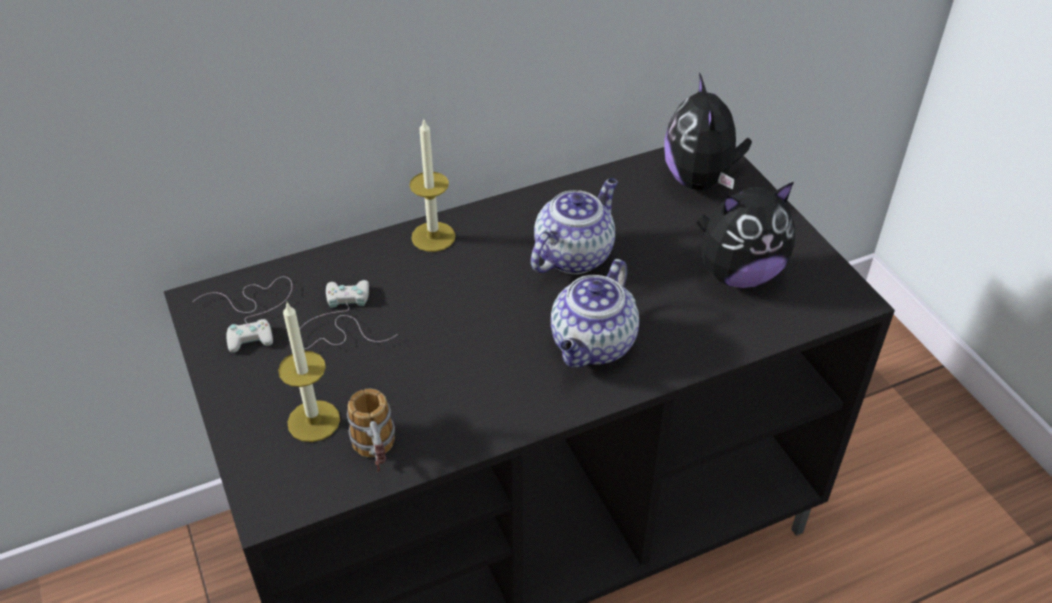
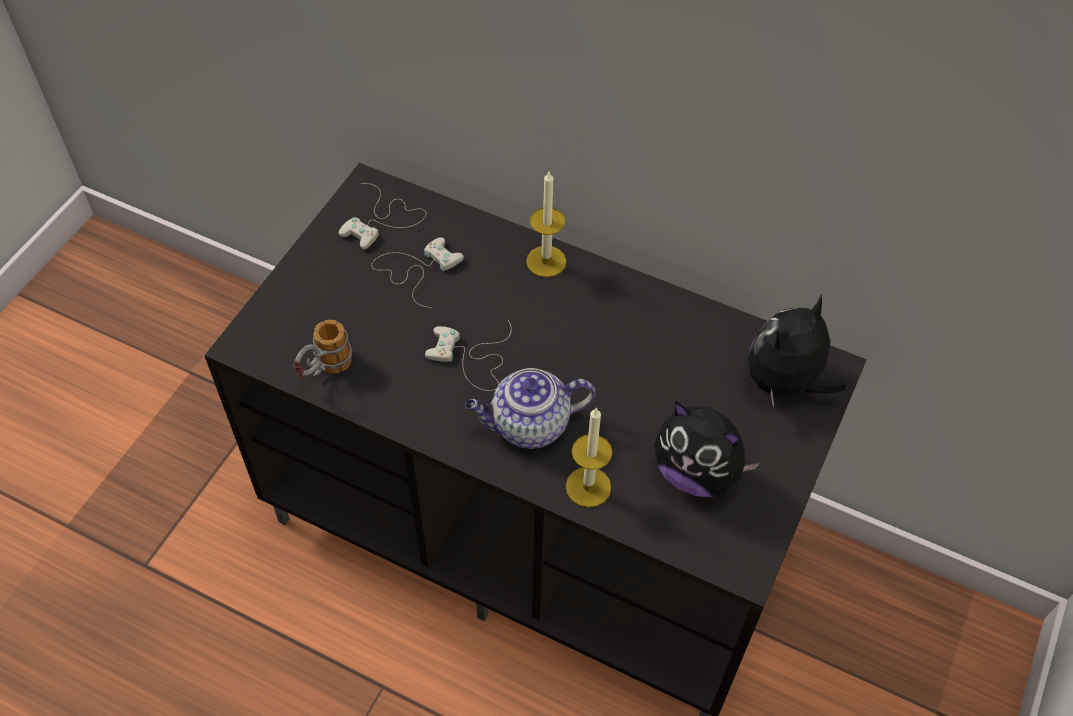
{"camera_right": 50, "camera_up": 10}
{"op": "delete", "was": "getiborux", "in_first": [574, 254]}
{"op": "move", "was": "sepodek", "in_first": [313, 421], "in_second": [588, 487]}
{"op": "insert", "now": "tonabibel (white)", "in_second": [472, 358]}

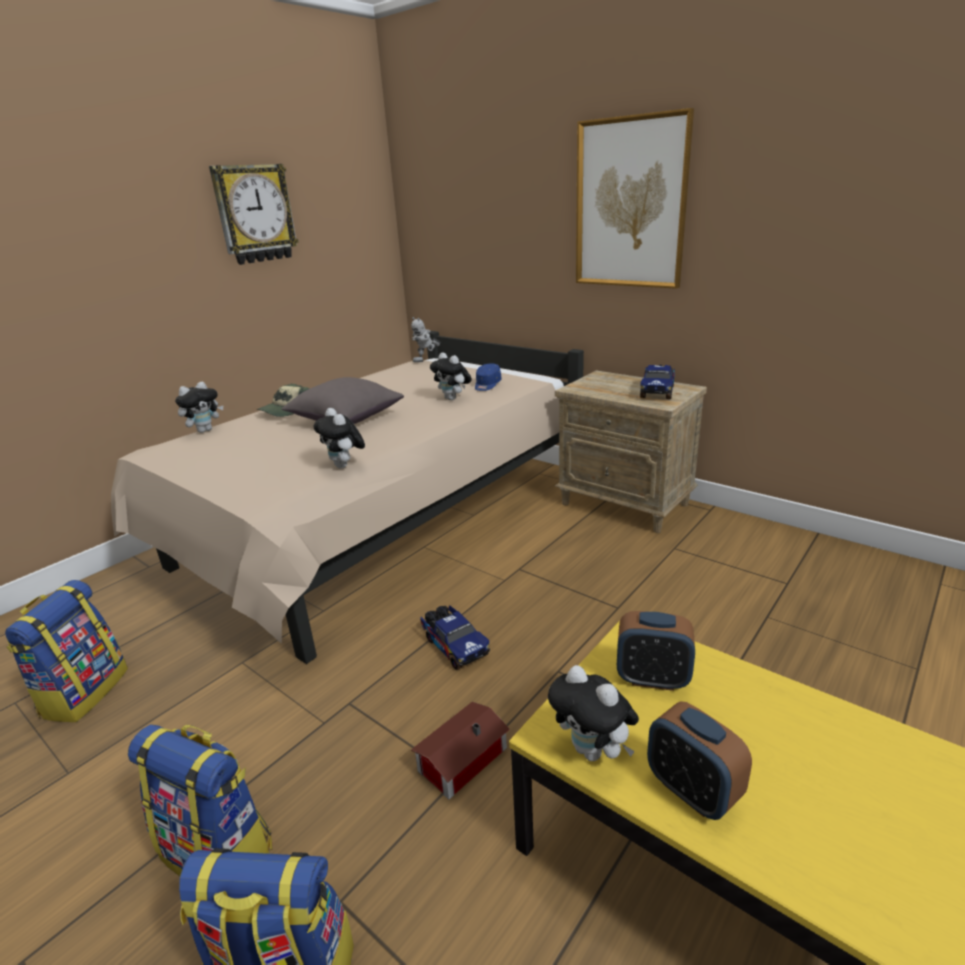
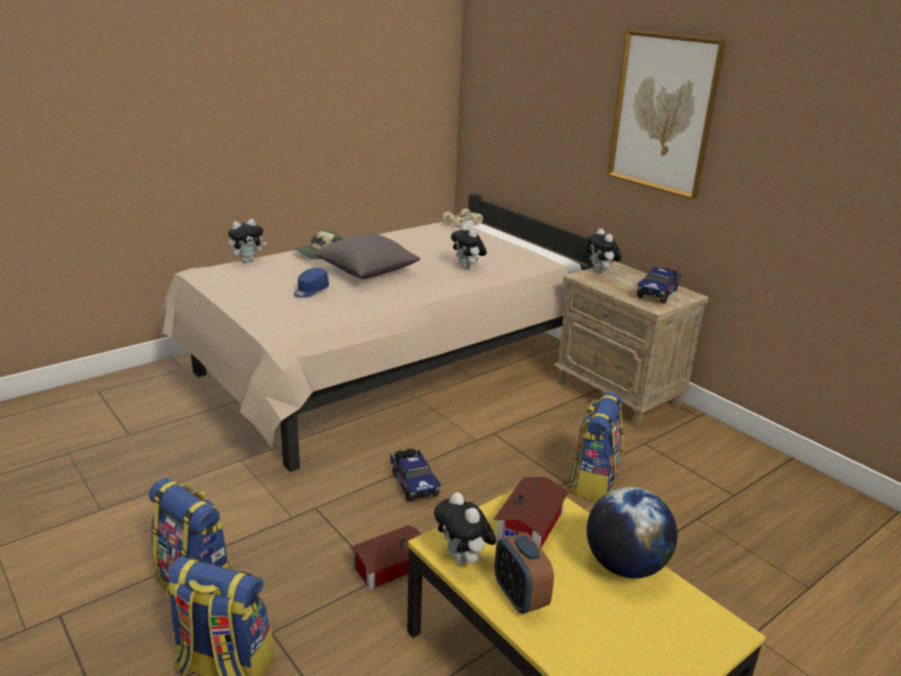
{"camera_right": 10, "camera_up": 0}
{"op": "delete", "was": "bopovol", "in_first": [255, 214]}
{"op": "replace", "was": "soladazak", "now": "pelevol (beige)", "in_first": [426, 361], "in_second": [461, 223]}
{"op": "move", "was": "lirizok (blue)", "in_first": [487, 385], "in_second": [310, 291]}
{"op": "move", "was": "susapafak", "in_first": [345, 466], "in_second": [601, 272]}
{"op": "move", "was": "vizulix", "in_first": [84, 692], "in_second": [593, 482]}
{"op": "replace", "was": "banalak", "now": "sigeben", "in_first": [652, 678], "in_second": [533, 525]}
{"op": "insert", "now": "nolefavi", "in_second": [625, 566]}

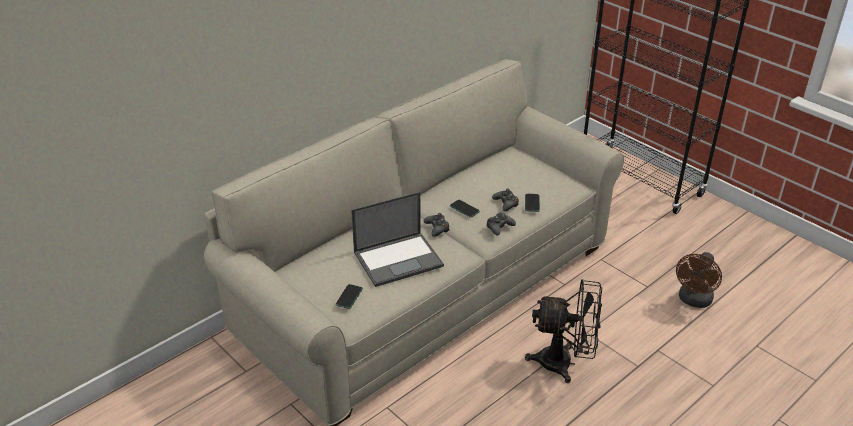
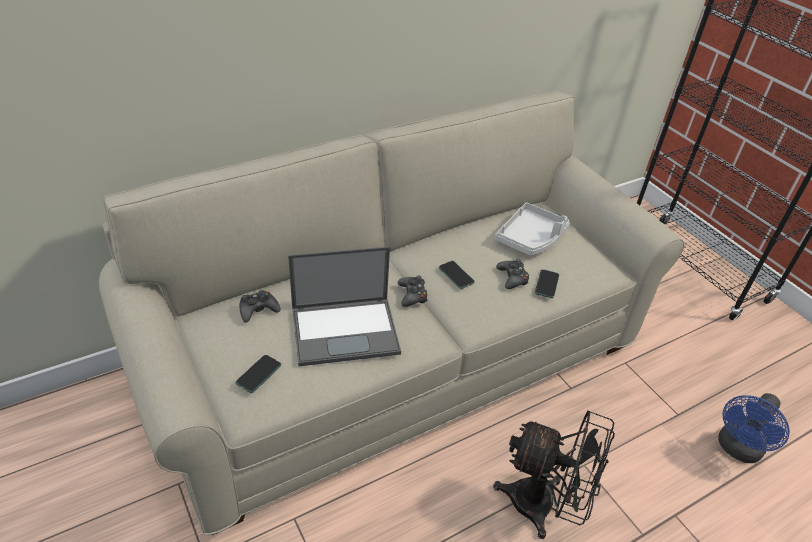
{"camera_right": 10, "camera_up": 5}
{"op": "move", "was": "tonabibel (black)", "in_first": [499, 227], "in_second": [258, 310]}
{"op": "recolor", "was": "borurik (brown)", "now": "borurik (blue)", "in_first": [693, 301], "in_second": [737, 449]}
{"op": "insert", "now": "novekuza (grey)", "in_second": [531, 238]}

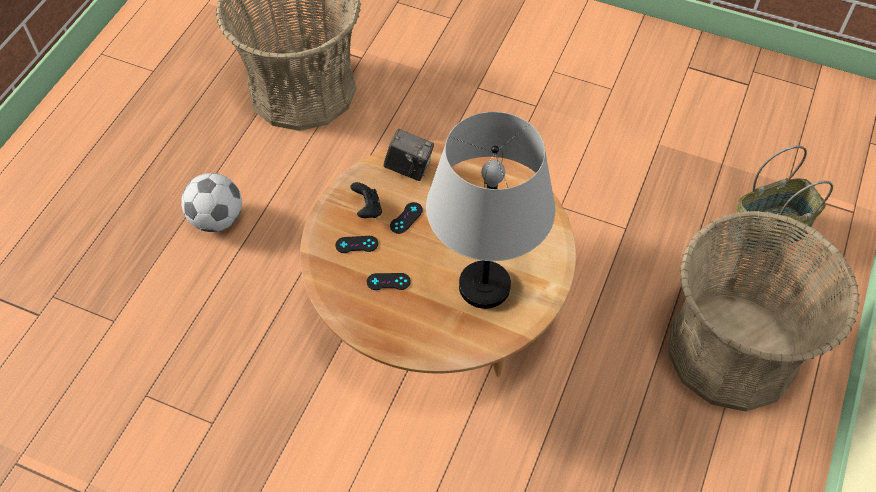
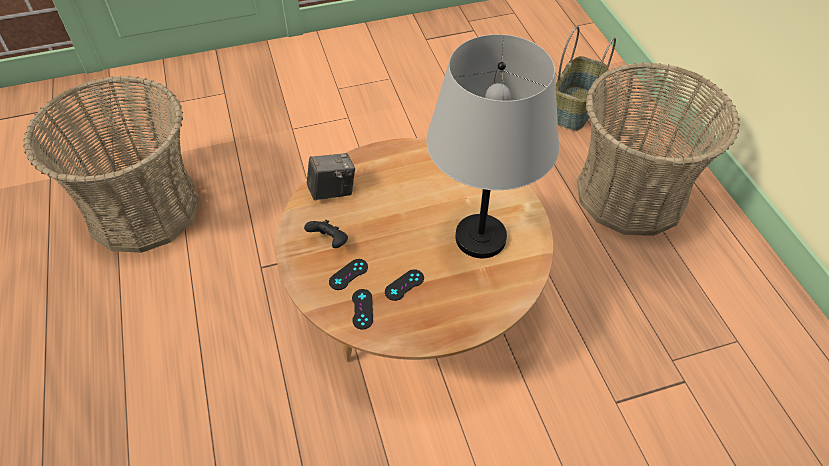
{"camera_right": -40, "camera_up": -5}
{"op": "delete", "was": "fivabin", "in_first": [217, 219]}
{"op": "move", "was": "tonabibel (black)", "in_first": [406, 218], "in_second": [362, 309]}

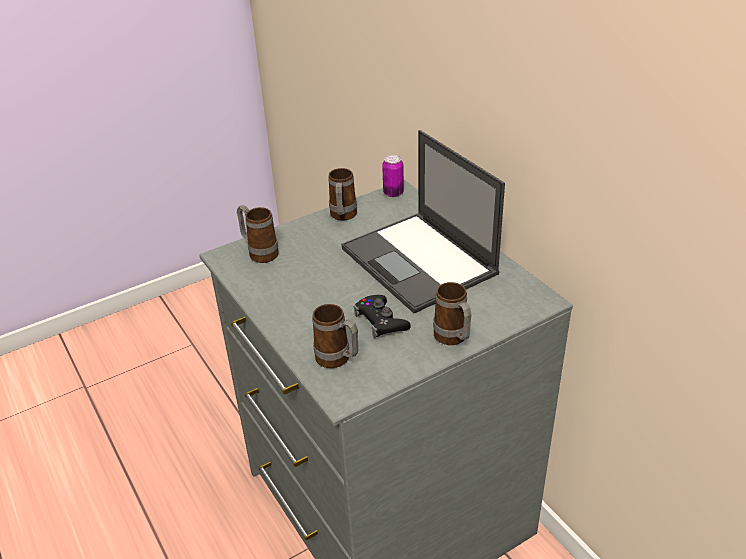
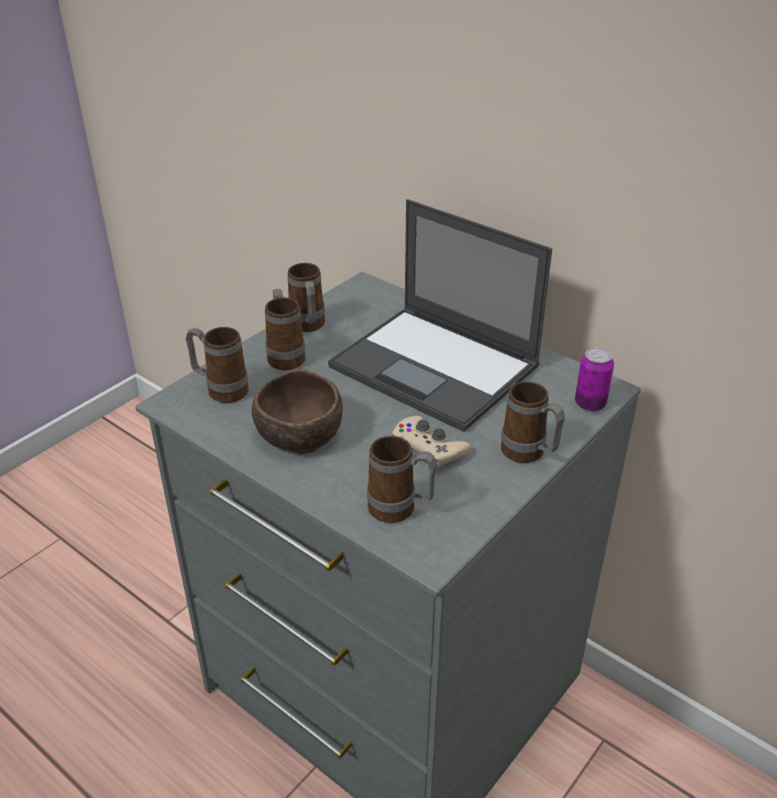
{"camera_right": -20, "camera_up": 0}
{"op": "move", "was": "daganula", "in_first": [393, 193], "in_second": [590, 404]}
{"op": "recolor", "was": "tonabibel (black)", "now": "tonabibel (beige)", "in_first": [381, 321], "in_second": [428, 449]}
{"op": "insert", "now": "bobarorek", "in_second": [285, 355]}
{"op": "insert", "now": "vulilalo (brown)", "in_second": [300, 435]}

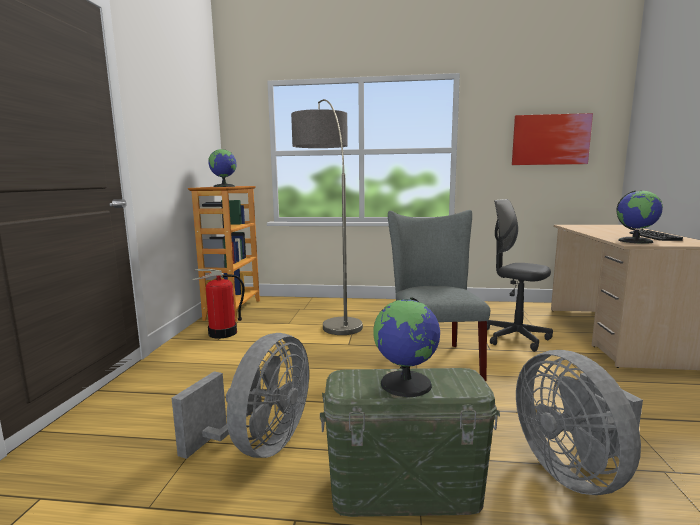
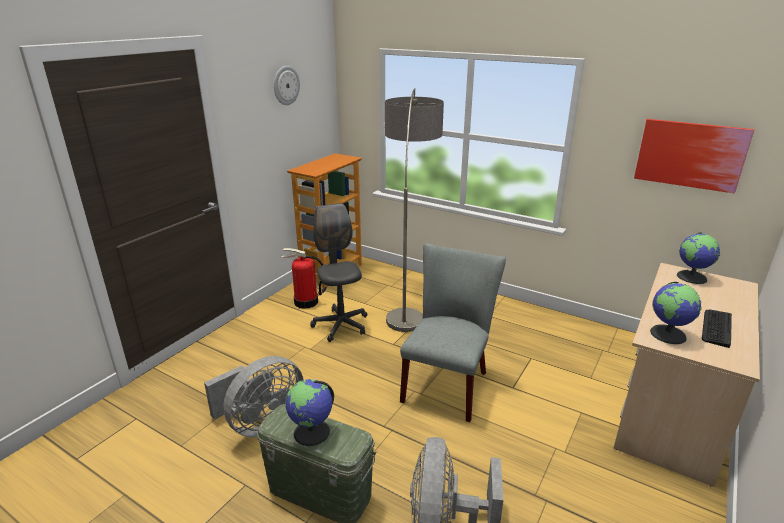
{"camera_right": 25, "camera_up": 15}
{"op": "move", "was": "nolefavi", "in_first": [224, 186], "in_second": [692, 277]}
{"op": "move", "was": "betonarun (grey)", "in_first": [515, 338], "in_second": [341, 325]}
{"op": "insert", "now": "bopovol", "in_second": [286, 85]}

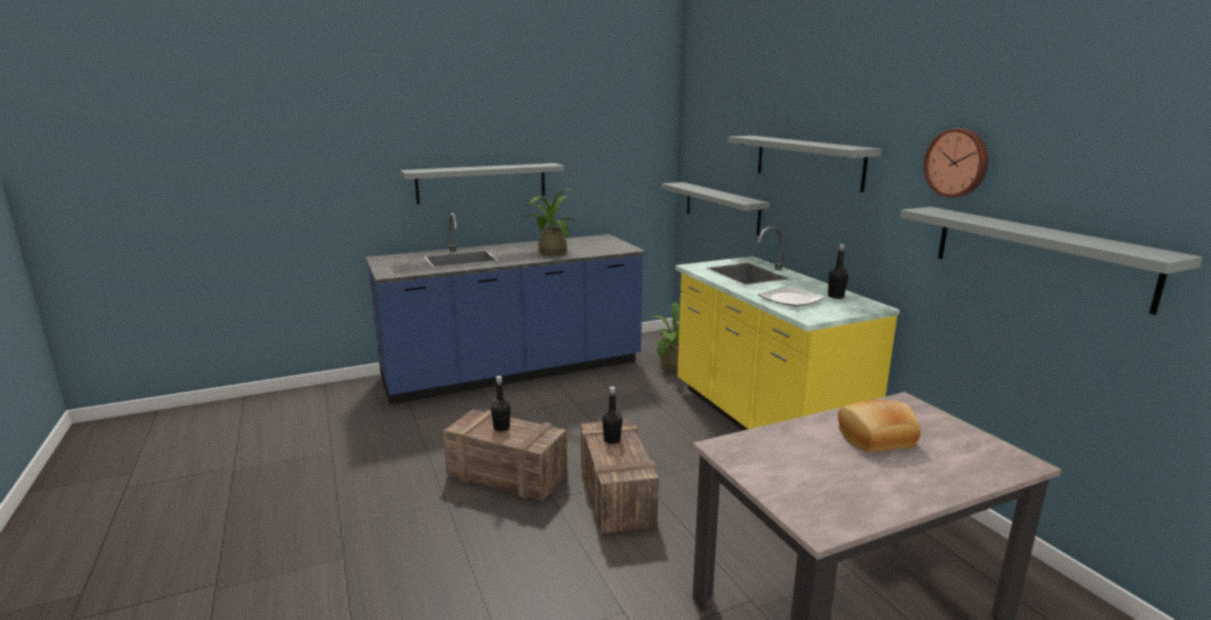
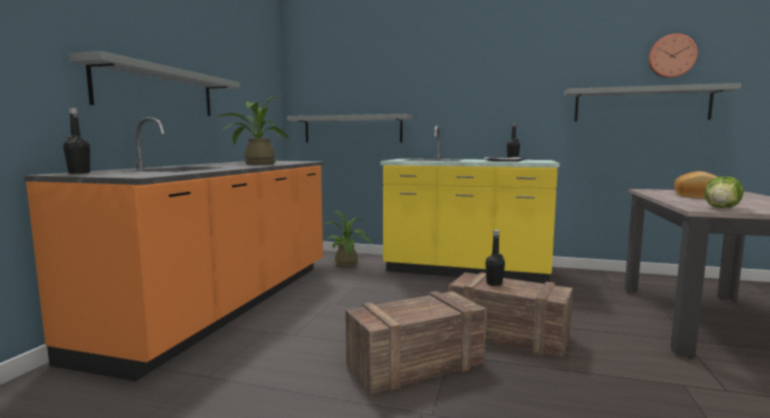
{"camera_right": -50, "camera_up": -10}
{"op": "move", "was": "bopovol", "in_first": [957, 163], "in_second": [671, 56]}
{"op": "delete", "was": "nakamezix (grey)", "in_first": [807, 161]}
{"op": "recolor", "was": "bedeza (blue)", "now": "bedeza (orange)", "in_first": [513, 371], "in_second": [225, 305]}
{"op": "move", "was": "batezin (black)", "in_first": [501, 428], "in_second": [79, 173]}
{"op": "insert", "now": "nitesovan", "in_second": [722, 208]}

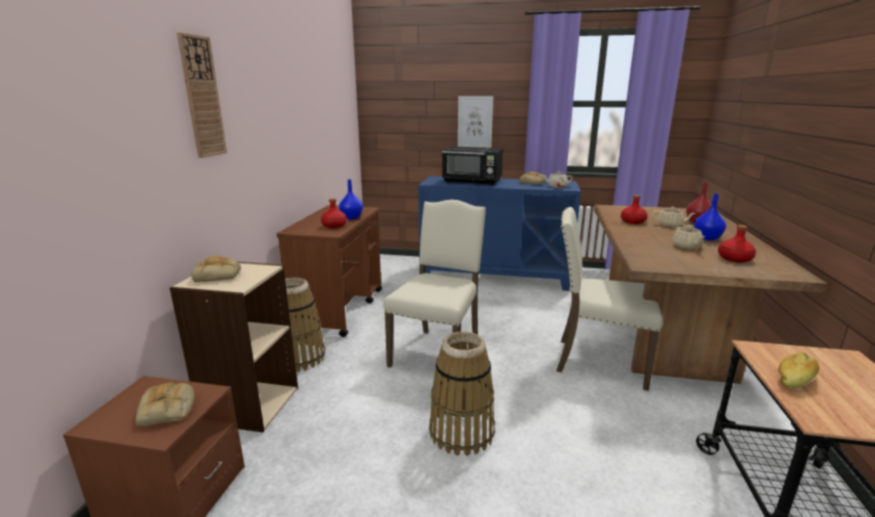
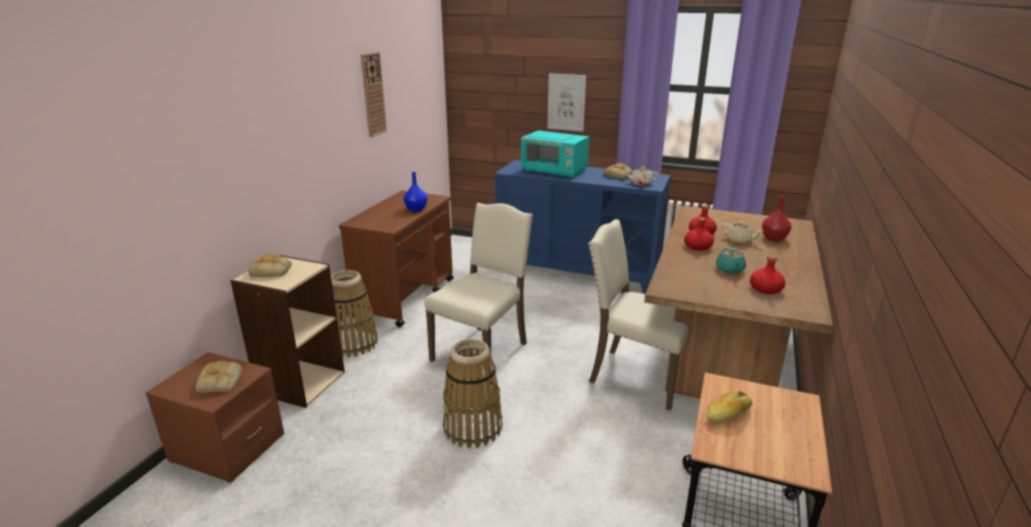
{"camera_right": 10, "camera_up": 5}
{"op": "move", "was": "bopovol", "in_first": [202, 97], "in_second": [373, 94]}
{"op": "recolor", "was": "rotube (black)", "now": "rotube (turquoise)", "in_first": [472, 182], "in_second": [554, 171]}
{"op": "delete", "was": "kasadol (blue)", "in_first": [707, 238]}
{"op": "move", "was": "batezin (red)", "in_first": [334, 225], "in_second": [698, 247]}
{"op": "recolor", "was": "getiborux (beige)", "now": "getiborux (turquoise)", "in_first": [686, 246], "in_second": [729, 270]}

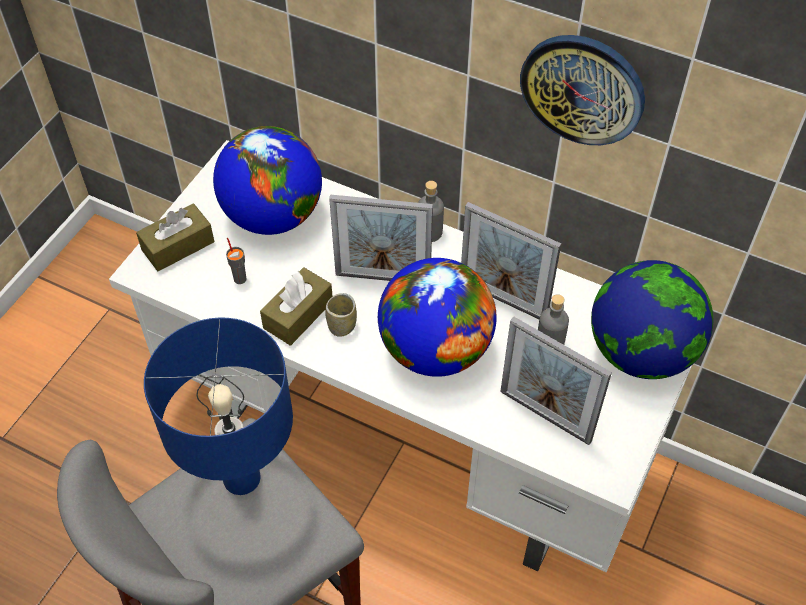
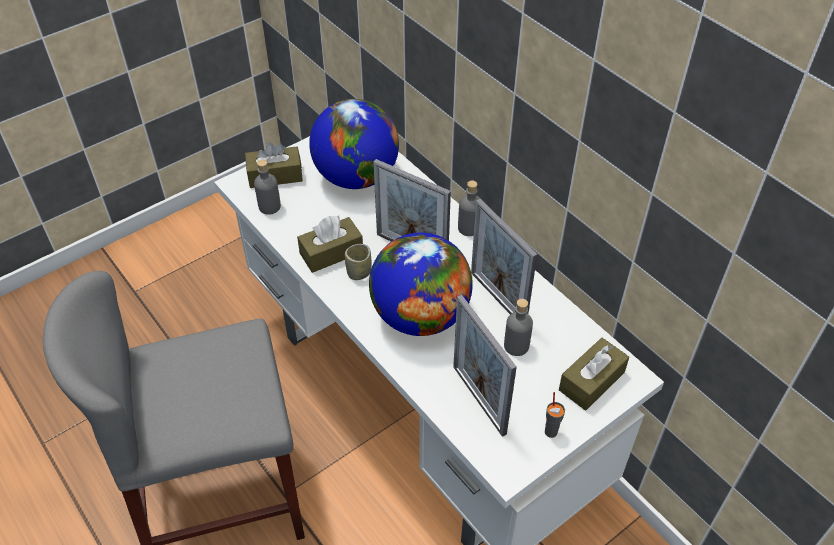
{"camera_right": 25, "camera_up": -5}
{"op": "delete", "was": "bopovol", "in_first": [583, 89]}
{"op": "move", "was": "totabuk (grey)", "in_first": [240, 278], "in_second": [551, 431]}
{"op": "replace", "was": "nolefavi", "now": "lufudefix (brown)", "in_first": [641, 352], "in_second": [591, 381]}
{"op": "delete", "was": "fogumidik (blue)", "in_first": [242, 479]}
{"op": "insert", "now": "batezin (grey)", "in_second": [269, 207]}

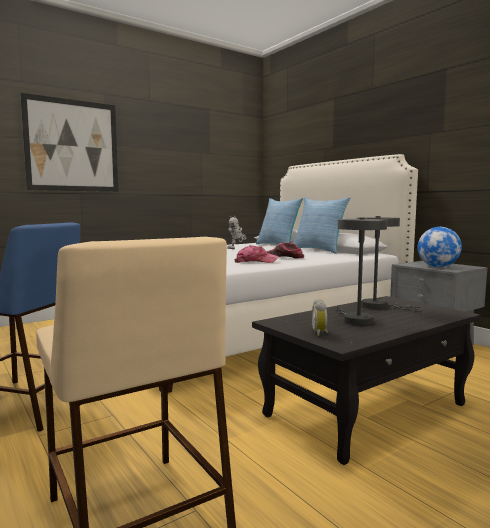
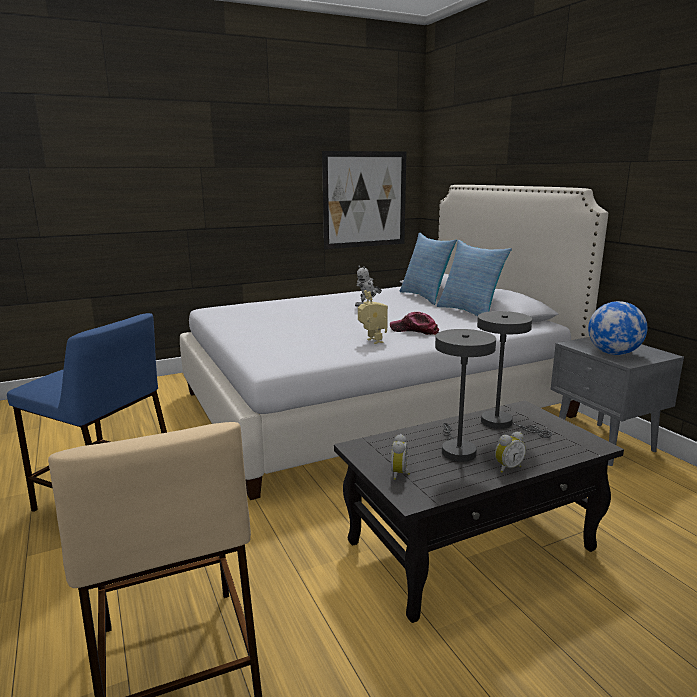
{"camera_right": 10, "camera_up": 10}
{"op": "move", "was": "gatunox", "in_first": [72, 145], "in_second": [365, 199]}
{"op": "replace", "was": "lirizok", "now": "soladazak", "in_first": [255, 261], "in_second": [372, 341]}
{"op": "insert", "now": "banalak", "in_second": [507, 467]}

